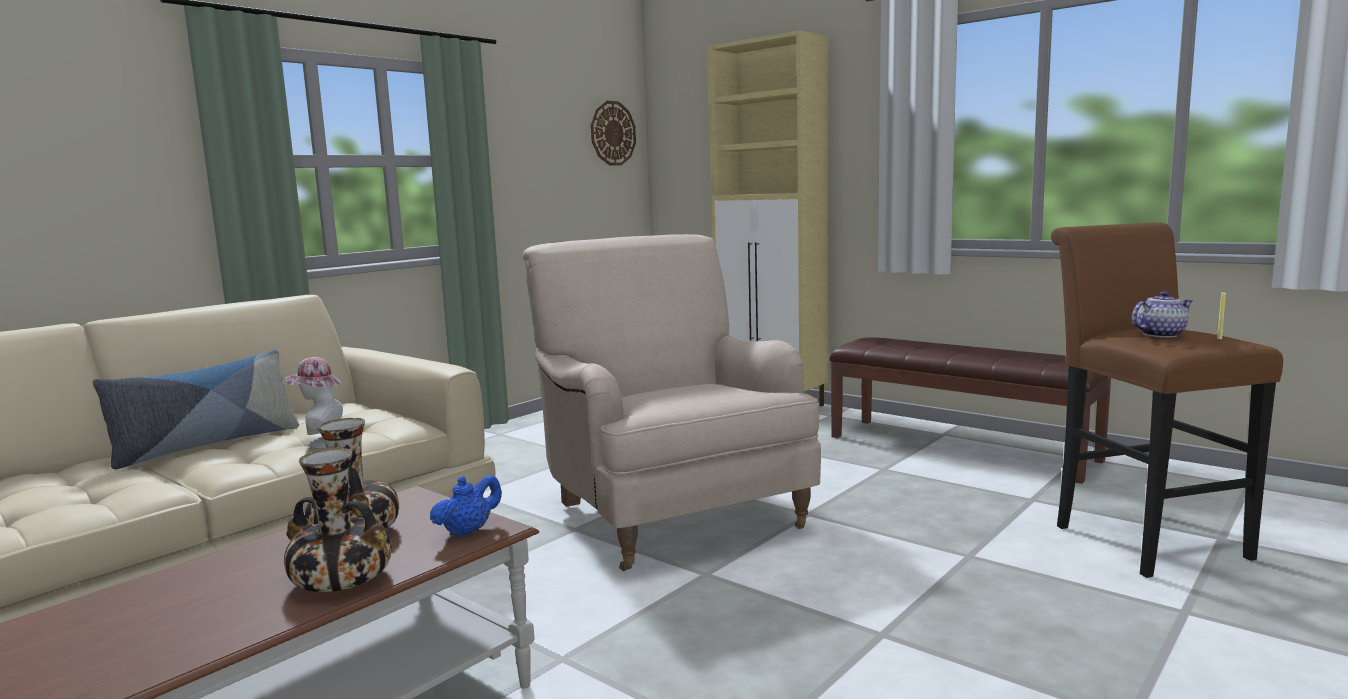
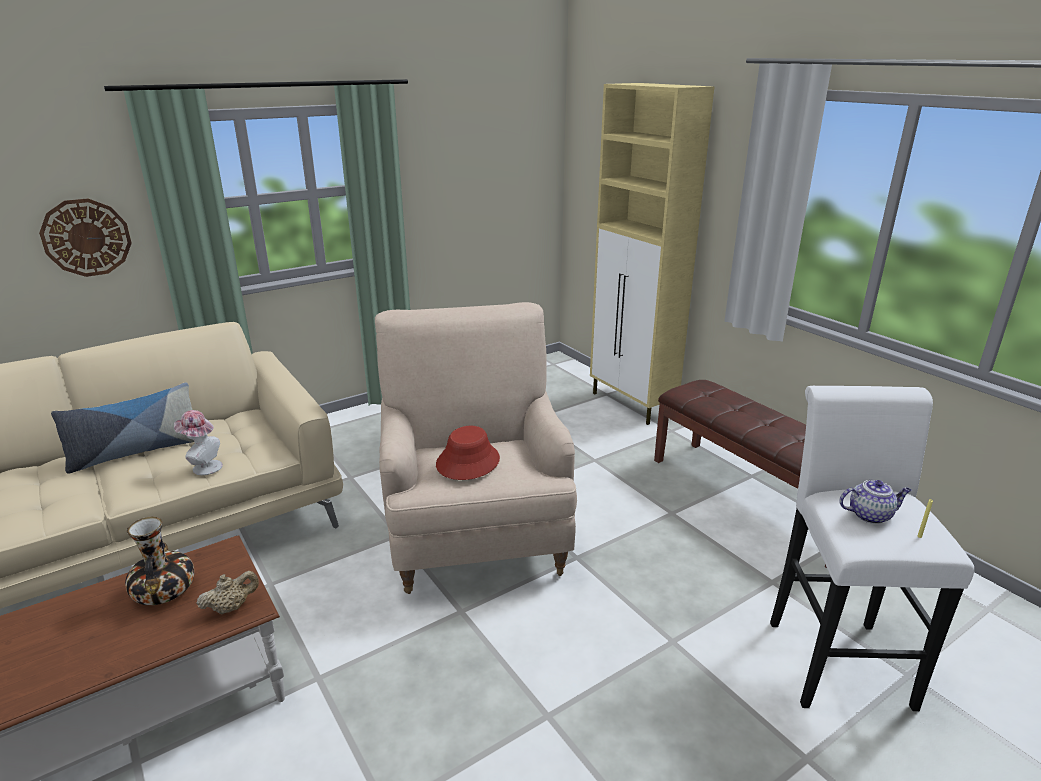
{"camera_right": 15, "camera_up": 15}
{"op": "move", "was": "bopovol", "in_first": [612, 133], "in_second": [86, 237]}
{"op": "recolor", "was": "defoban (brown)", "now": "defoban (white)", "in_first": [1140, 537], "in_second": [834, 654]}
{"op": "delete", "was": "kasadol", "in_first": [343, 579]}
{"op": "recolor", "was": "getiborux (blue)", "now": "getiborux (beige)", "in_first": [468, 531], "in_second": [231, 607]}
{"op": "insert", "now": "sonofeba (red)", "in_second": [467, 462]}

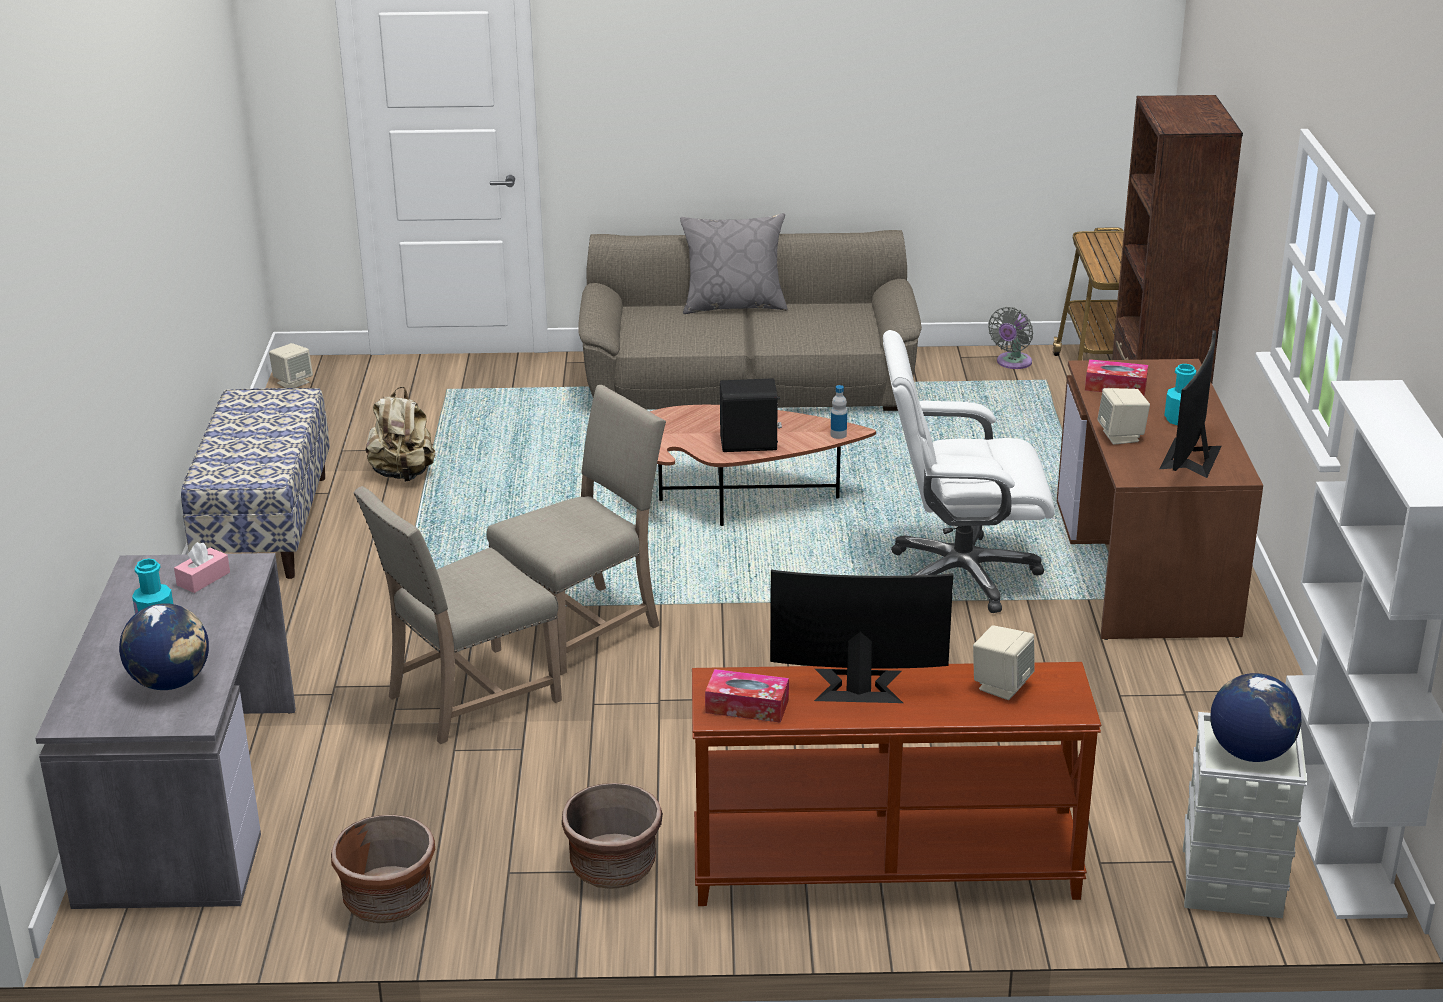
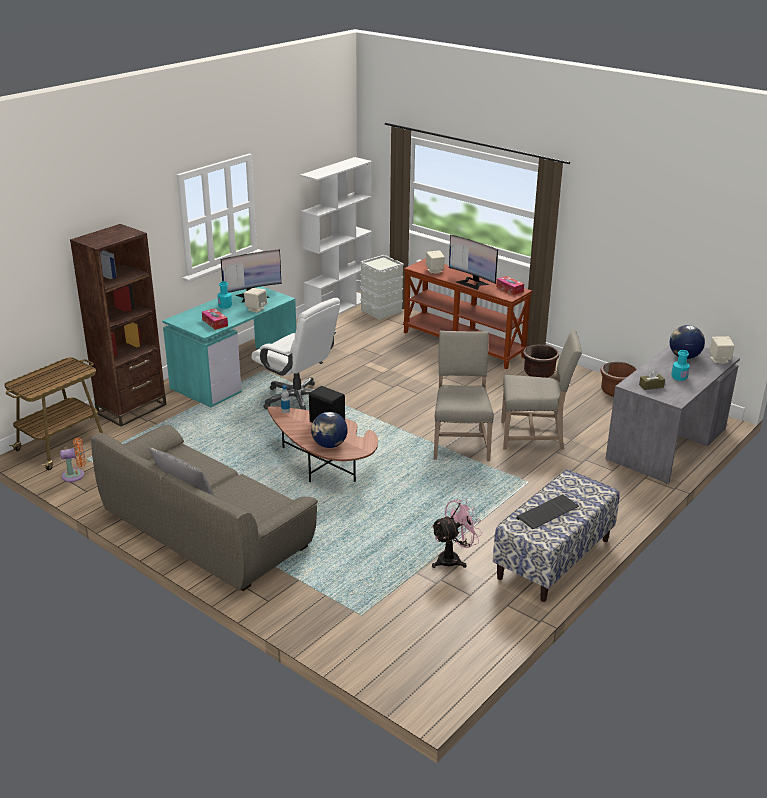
{"camera_right": -140, "camera_up": 0}
{"op": "recolor", "was": "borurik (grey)", "now": "borurik (orange)", "in_first": [1012, 363], "in_second": [75, 475]}
{"op": "move", "was": "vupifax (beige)", "in_first": [293, 382], "in_second": [719, 360]}
{"op": "recolor", "was": "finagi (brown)", "now": "finagi (turquoise)", "in_first": [1146, 567], "in_second": [235, 375]}
{"op": "rotate", "was": "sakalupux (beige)", "in_first": [583, 625], "in_second": [460, 443], "clockwise": 90}
{"op": "replace", "was": "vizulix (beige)", "now": "borurik (pink)", "in_first": [403, 474], "in_second": [453, 559]}
{"op": "recolor", "was": "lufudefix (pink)", "now": "lufudefix (brown)", "in_first": [203, 579], "in_second": [651, 386]}
{"op": "move", "was": "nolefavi", "in_first": [1250, 753], "in_second": [329, 445]}
{"op": "insert", "now": "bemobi", "in_second": [547, 514]}

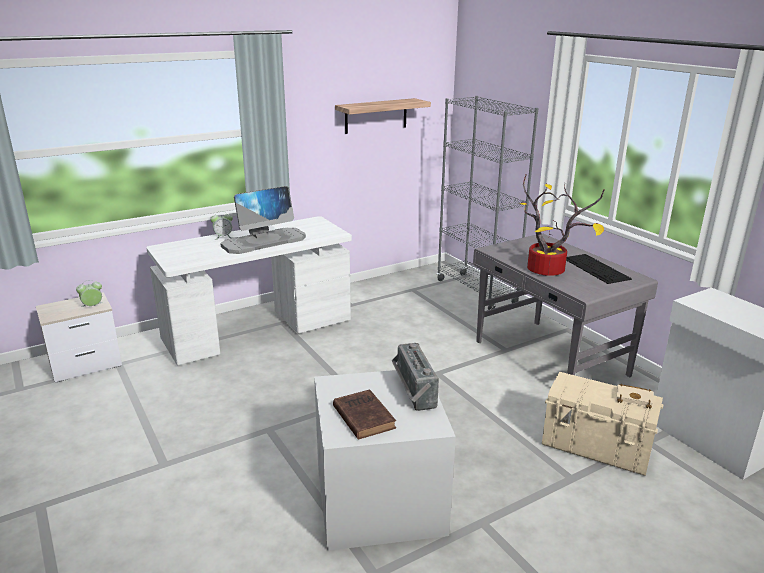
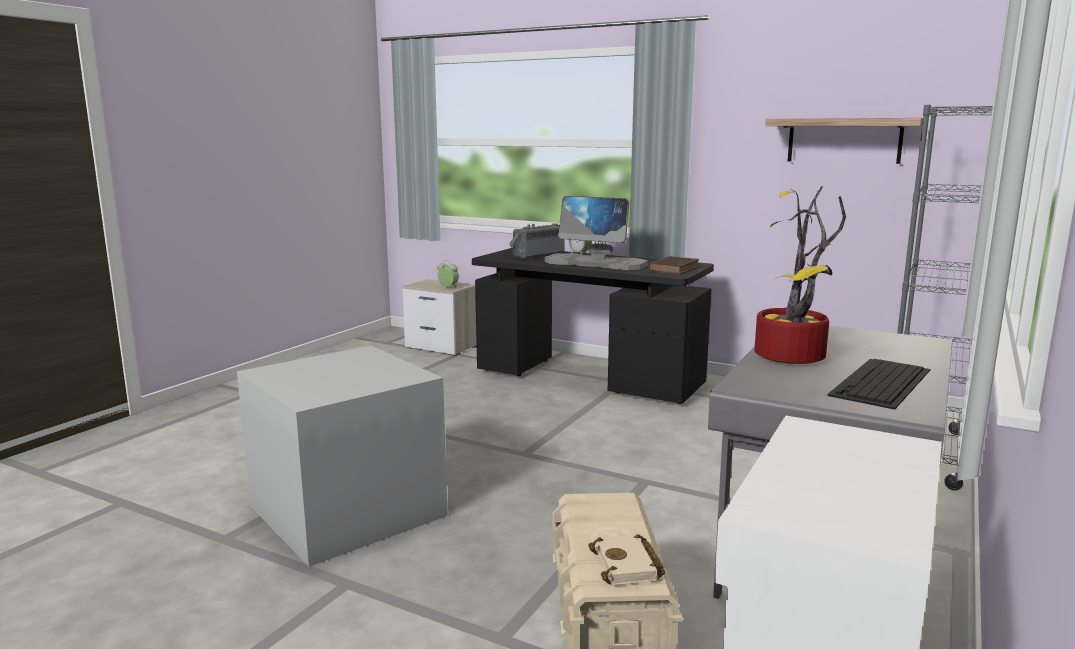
{"camera_right": 60, "camera_up": -10}
{"op": "recolor", "was": "finagi (white)", "now": "finagi (black)", "in_first": [258, 331], "in_second": [588, 378]}
{"op": "move", "was": "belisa", "in_first": [412, 391], "in_second": [537, 254]}
{"op": "move", "was": "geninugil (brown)", "in_first": [363, 416], "in_second": [674, 268]}

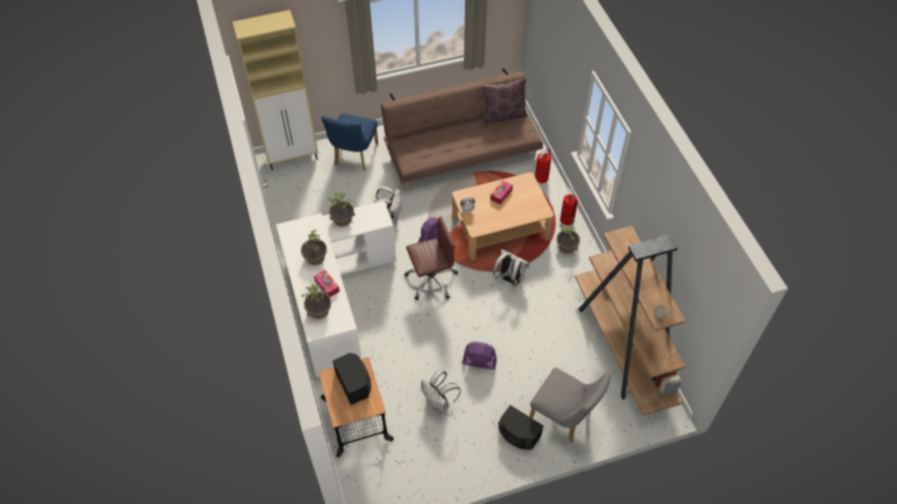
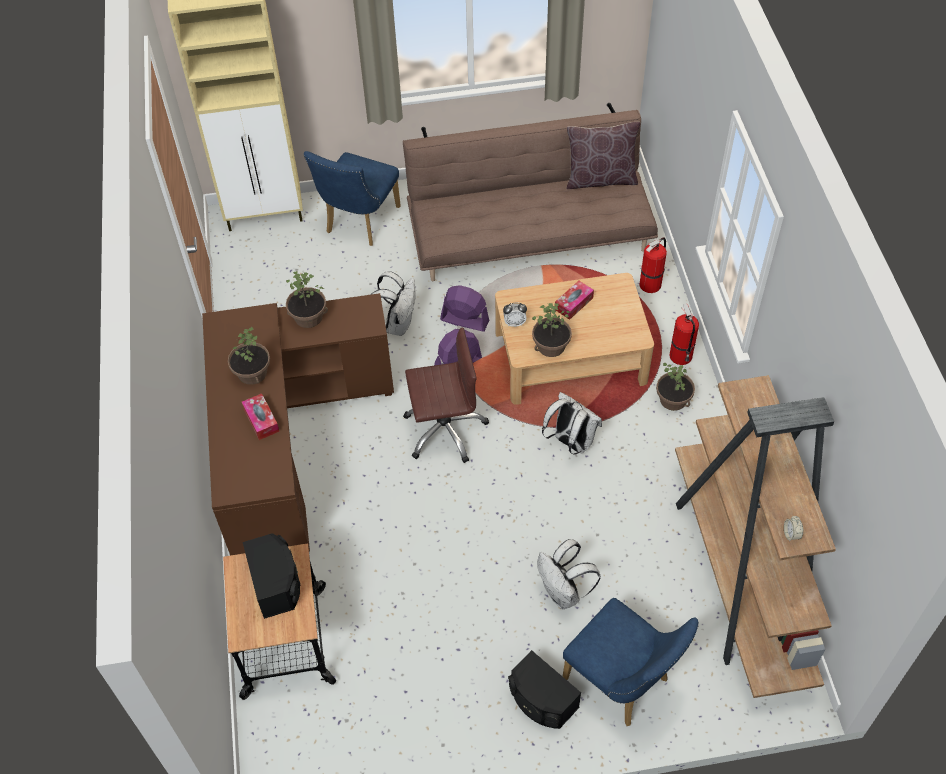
{"camera_right": 10, "camera_up": 0}
{"op": "recolor", "was": "finagi (white)", "now": "finagi (brown)", "in_first": [334, 298], "in_second": [286, 440]}
{"op": "move", "was": "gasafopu", "in_first": [319, 311], "in_second": [551, 346]}
{"op": "move", "was": "borurik (purple)", "in_first": [479, 362], "in_second": [464, 320]}
{"op": "recolor", "was": "sakalupux (grey)", "now": "sakalupux (blue)", "in_first": [564, 418], "in_second": [622, 684]}
{"op": "move", "was": "vizulix (white)", "in_first": [439, 403], "in_second": [563, 593]}

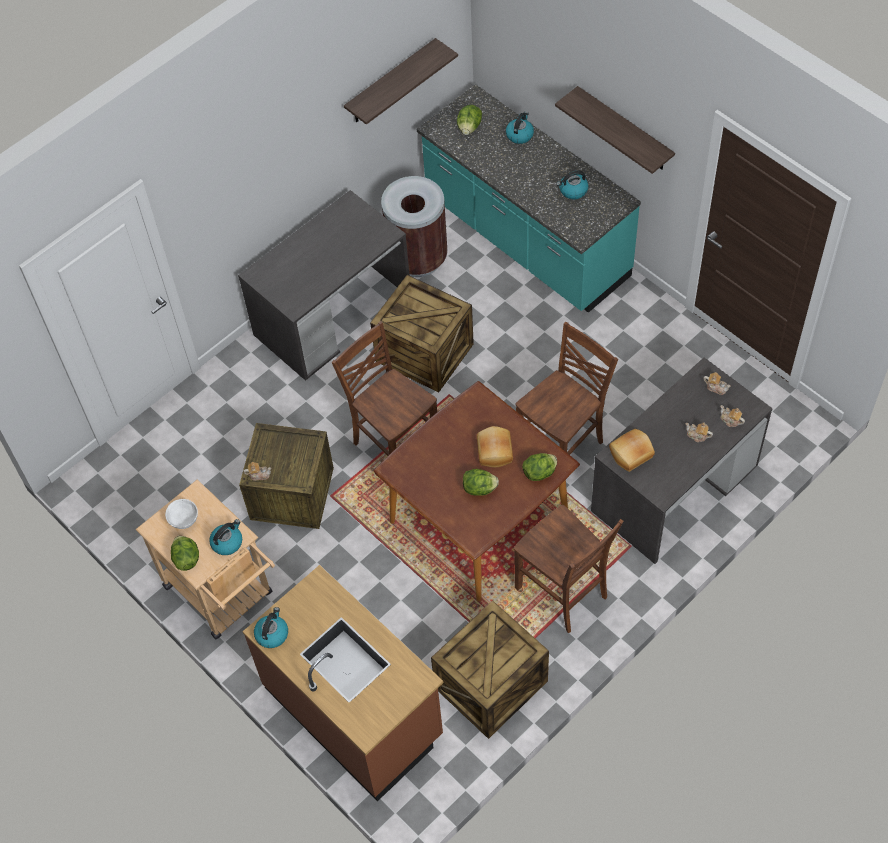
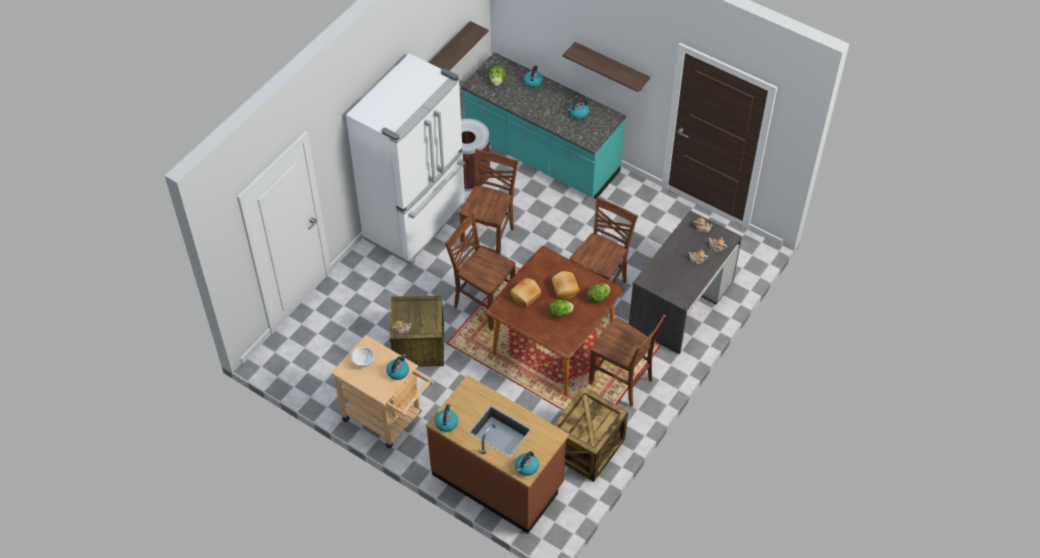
{"camera_right": -15, "camera_up": -5}
{"op": "replace", "was": "finagi (grey)", "now": "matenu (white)", "in_first": [332, 314], "in_second": [417, 223]}
{"op": "replace", "was": "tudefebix", "now": "sakalupux (brown)", "in_first": [425, 352], "in_second": [489, 239]}
{"op": "move", "was": "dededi", "in_first": [631, 455], "in_second": [526, 296]}
{"op": "delete", "was": "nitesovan", "in_first": [186, 558]}
{"op": "insert", "now": "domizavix", "in_second": [526, 467]}

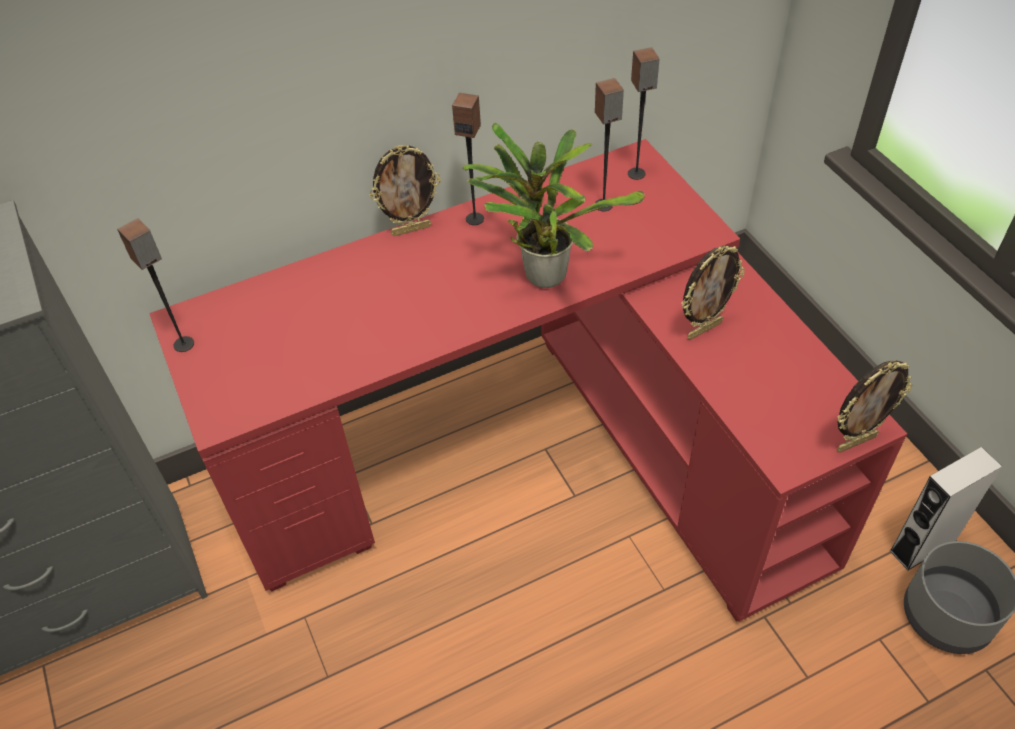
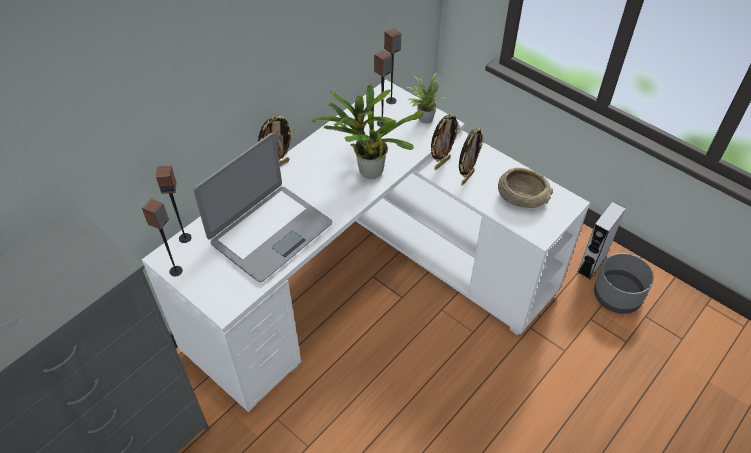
{"camera_right": -25, "camera_up": 0}
{"op": "move", "was": "vupifax", "in_first": [475, 218], "in_second": [185, 238]}
{"op": "recolor", "was": "finagi (red)", "now": "finagi (white)", "in_first": [533, 455], "in_second": [368, 282]}
{"op": "move", "was": "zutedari", "in_first": [855, 442], "in_second": [441, 163]}
{"op": "insert", "now": "gasafopu", "in_second": [423, 118]}
{"op": "insert", "now": "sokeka", "in_second": [270, 232]}
{"op": "insert", "now": "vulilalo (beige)", "in_second": [522, 196]}

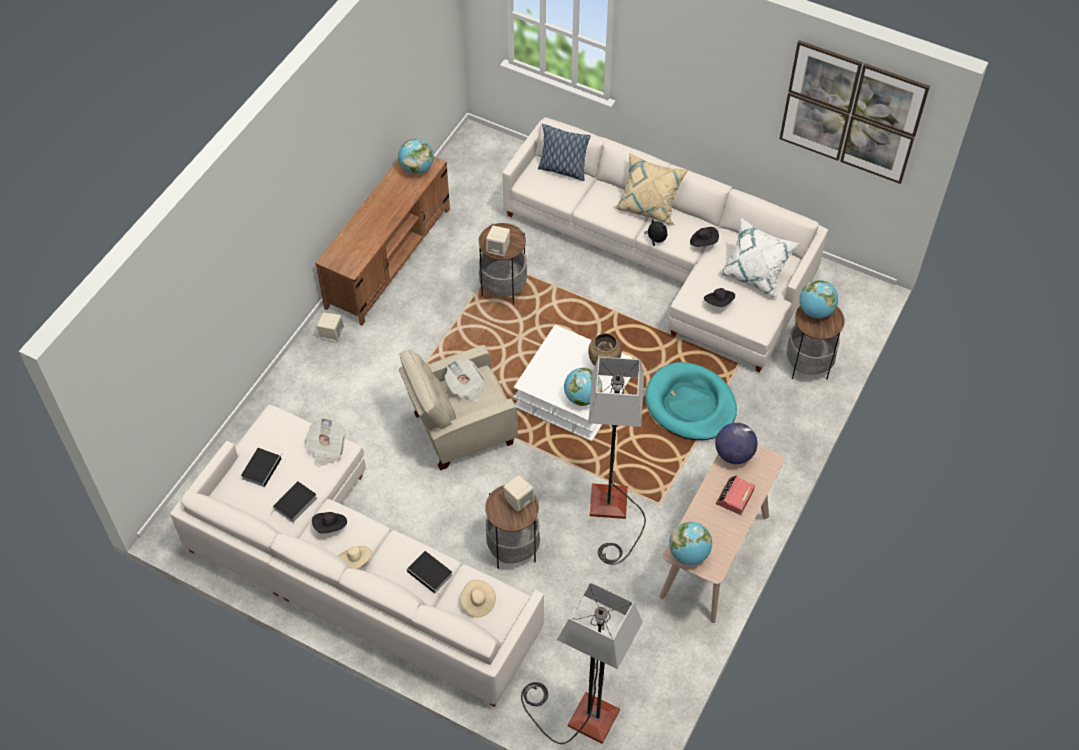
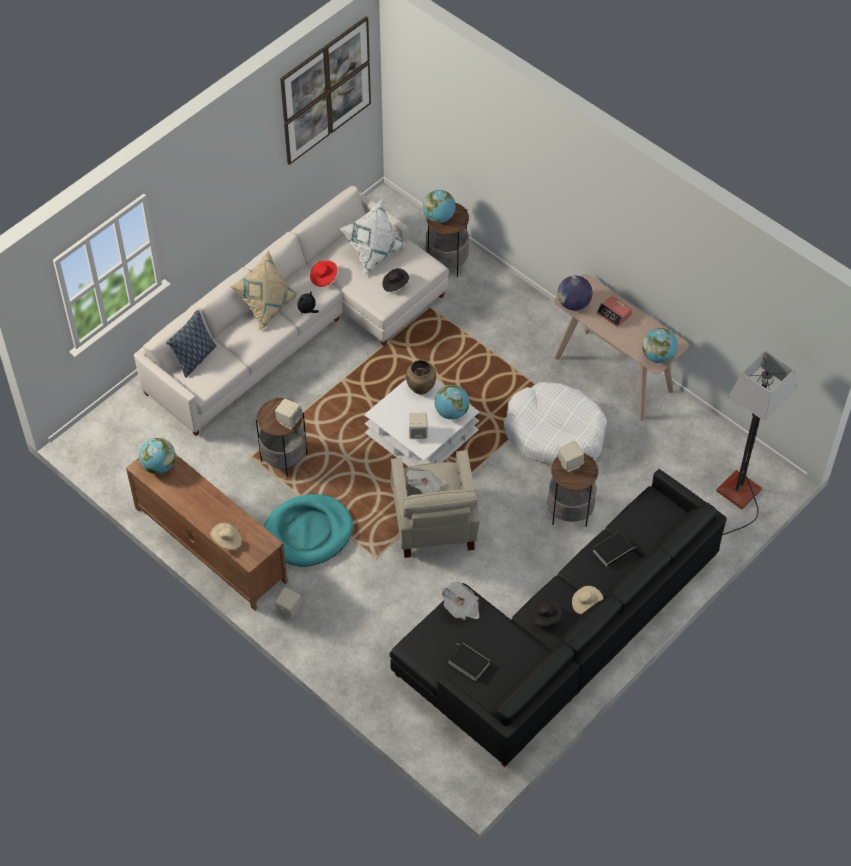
{"camera_right": -75, "camera_up": 0}
{"op": "recolor", "was": "sonofeba (black)", "now": "sonofeba (red)", "in_first": [703, 242], "in_second": [323, 277]}
{"op": "replace", "was": "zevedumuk", "now": "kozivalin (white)", "in_first": [611, 513], "in_second": [554, 433]}
{"op": "move", "was": "kozivalin (turquoise)", "in_first": [690, 404], "in_second": [308, 532]}
{"op": "recolor", "was": "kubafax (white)", "now": "kubafax (black)", "in_first": [350, 569], "in_second": [558, 637]}
{"op": "delete", "was": "geninugil", "in_first": [295, 504]}
{"op": "move", "was": "sonofeba (beige)", "in_first": [477, 602], "in_second": [227, 541]}
{"op": "insert", "now": "vupifax (beige)", "in_second": [418, 433]}

